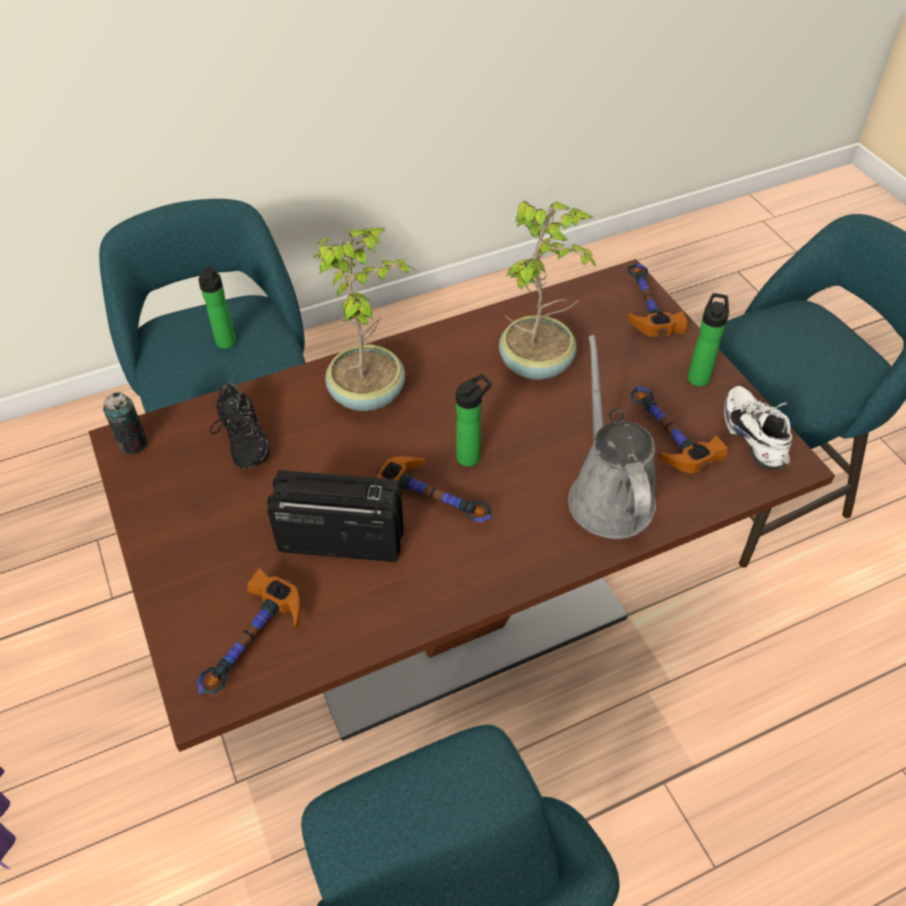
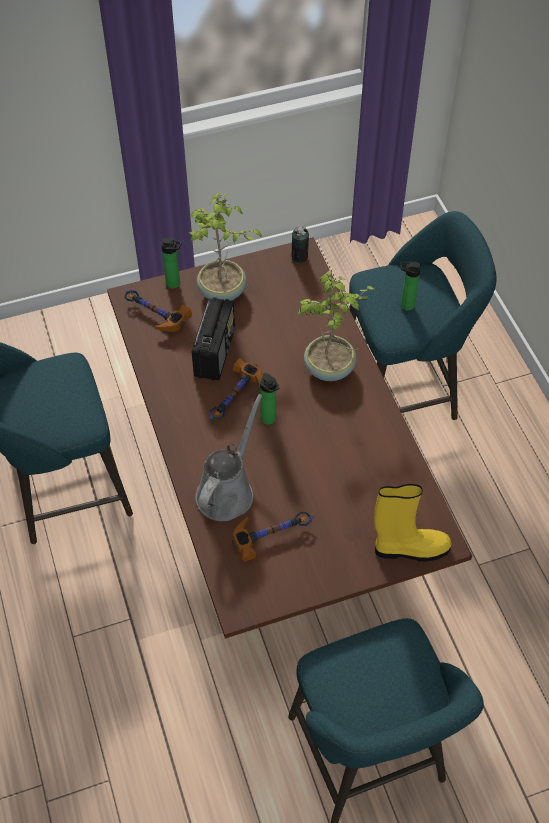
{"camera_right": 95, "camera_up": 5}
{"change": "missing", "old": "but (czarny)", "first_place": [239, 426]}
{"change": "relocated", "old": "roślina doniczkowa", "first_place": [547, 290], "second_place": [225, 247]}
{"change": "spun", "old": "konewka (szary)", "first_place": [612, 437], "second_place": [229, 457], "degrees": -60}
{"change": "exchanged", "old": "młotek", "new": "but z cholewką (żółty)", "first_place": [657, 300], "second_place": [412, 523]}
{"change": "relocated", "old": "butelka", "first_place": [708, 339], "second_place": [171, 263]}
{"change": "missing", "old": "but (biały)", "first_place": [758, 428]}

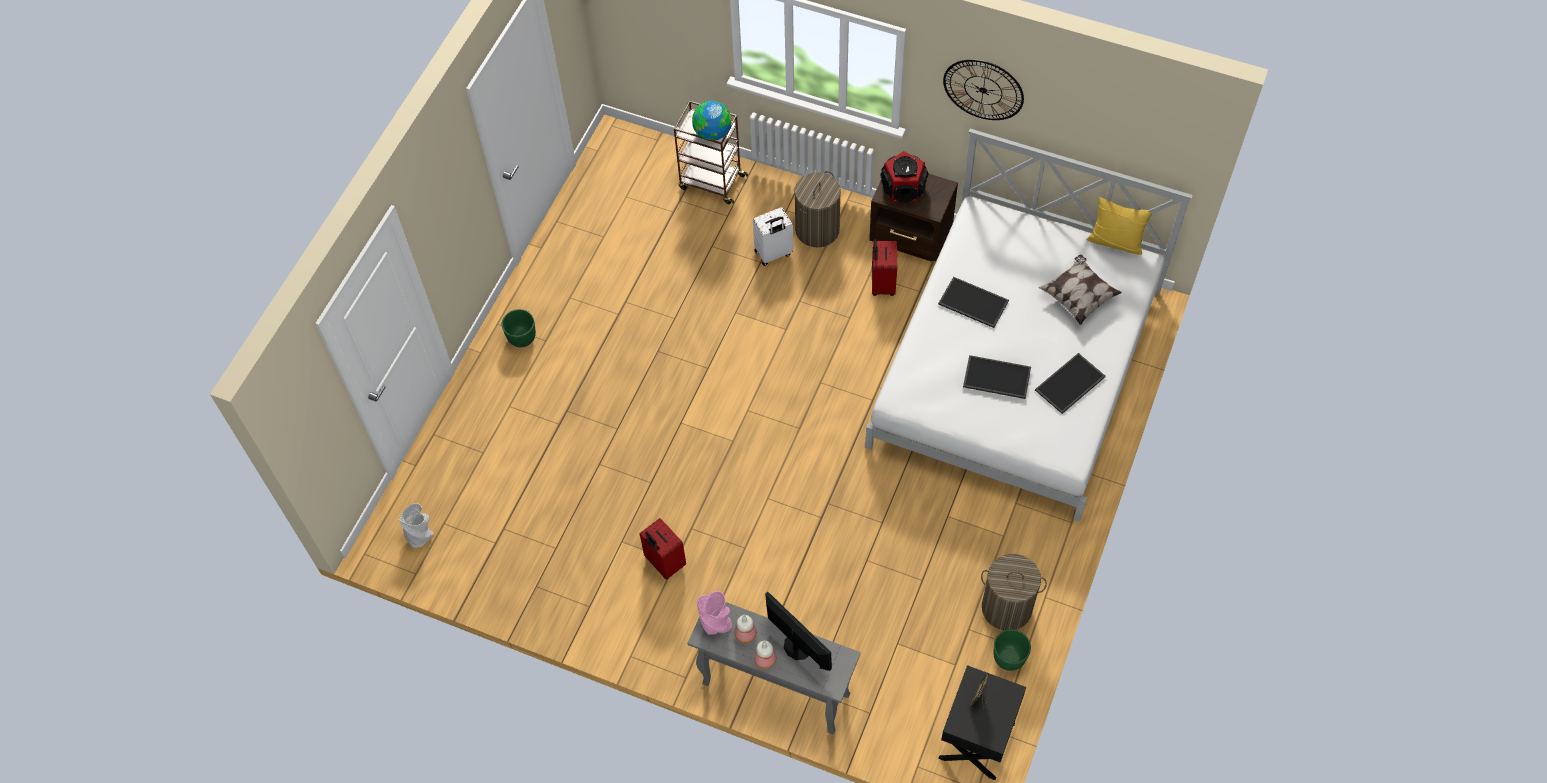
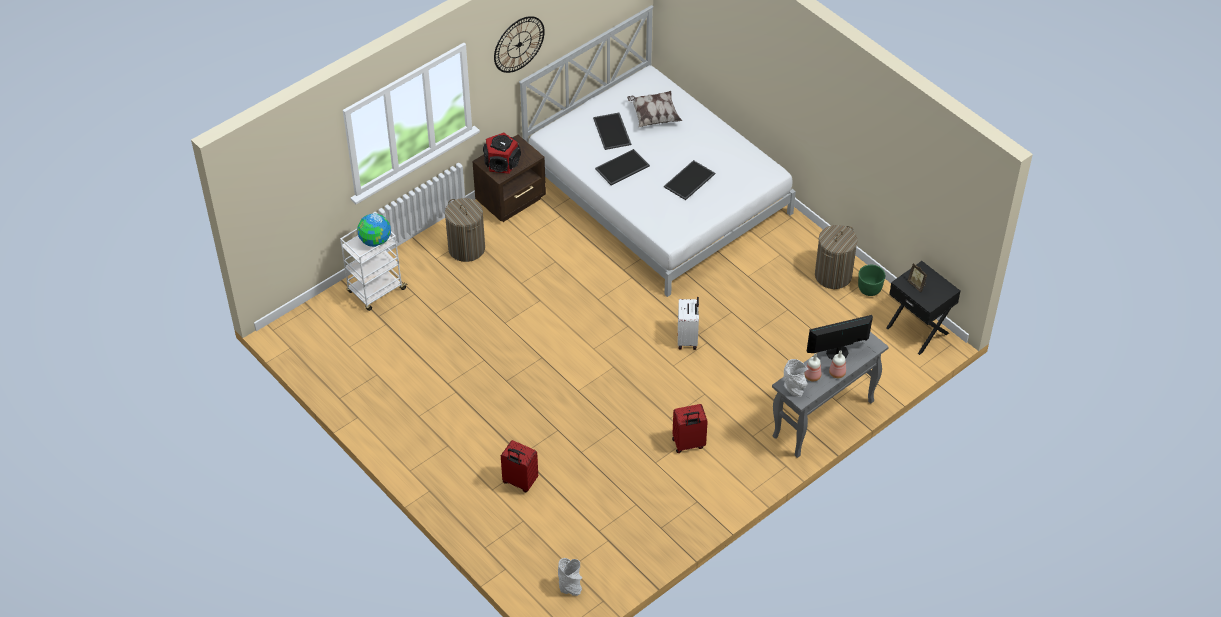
{"camera_right": -65, "camera_up": -10}
{"change": "missing", "old": "donica (zielony)", "first_place": [518, 328]}
{"change": "colour", "old": "wózek (brązowy)", "new": "wózek (biały)", "first_place": [711, 152], "second_place": [373, 270]}
{"change": "colour", "old": "wazon (różowy)", "new": "wazon (szary)", "first_place": [714, 613], "second_place": [796, 378]}
{"change": "relocated", "old": "walizka (biały)", "first_place": [773, 236], "second_place": [688, 323]}
{"change": "relocated", "old": "walizka (czerwony)", "first_place": [884, 267], "second_place": [519, 466]}
{"change": "relocated", "old": "taca", "first_place": [1070, 383], "second_place": [612, 131]}
{"change": "missing", "old": "poduszka (żółty)", "first_place": [1119, 226]}

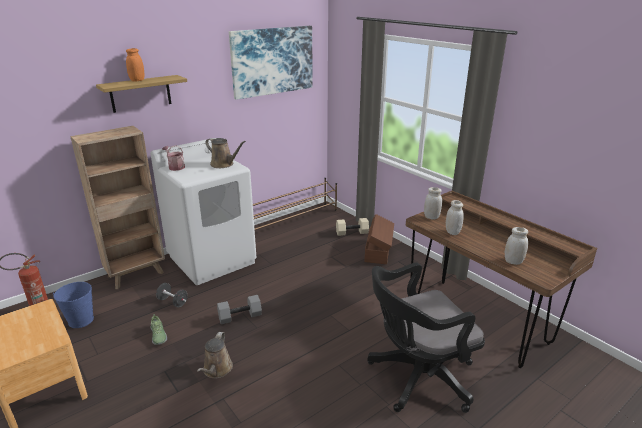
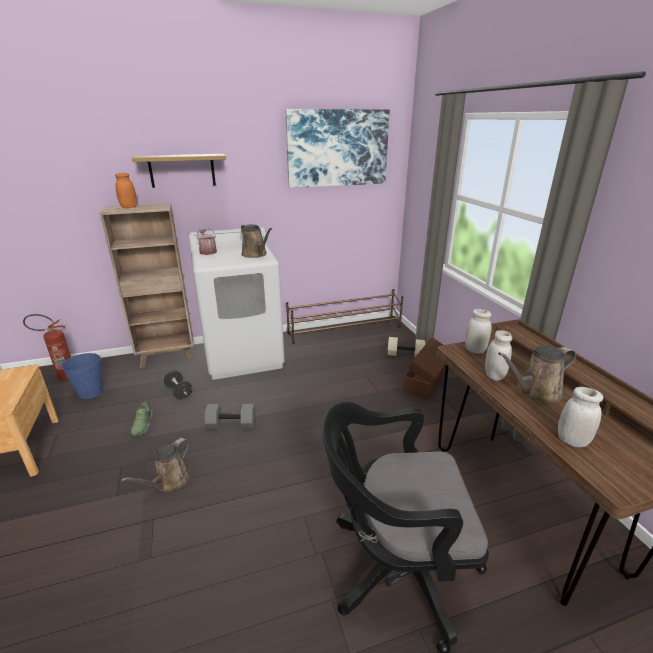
{"camera_right": 20, "camera_up": 0}
{"change": "relocated", "old": "słoik (pomarańczowy)", "first_place": [135, 65], "second_place": [126, 190]}
{"change": "appeared", "new": "konewka (brązowy)", "second_place": [537, 374]}

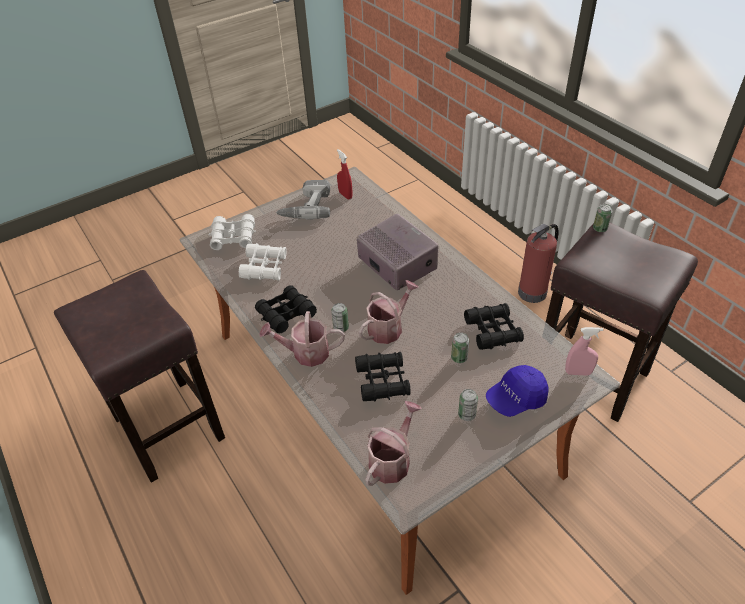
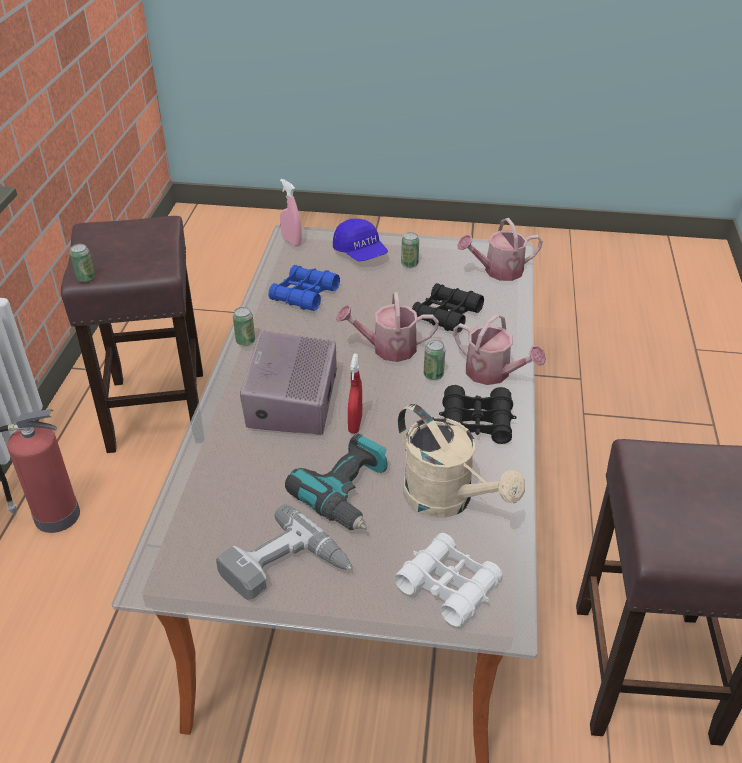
{"camera_right": -140, "camera_up": -5}
{"change": "exchanged", "old": "lornetka (biały)", "new": "konewka (beżowy)", "first_place": [263, 262], "second_place": [461, 461]}
{"change": "relocated", "old": "spryskiwacz (czerwony)", "first_place": [345, 174], "second_place": [355, 393]}
{"change": "relocated", "old": "puszka", "first_place": [460, 347], "second_place": [244, 326]}
{"change": "colour", "old": "lornetka (czarny)", "new": "lornetka (niebieski)", "first_place": [494, 326], "second_place": [304, 288]}
{"change": "spun", "old": "czapka z daszkiem (niebieski)", "first_place": [517, 391], "second_place": [360, 240], "degrees": 45}
{"change": "appeared", "new": "wiertarka", "second_place": [336, 481]}

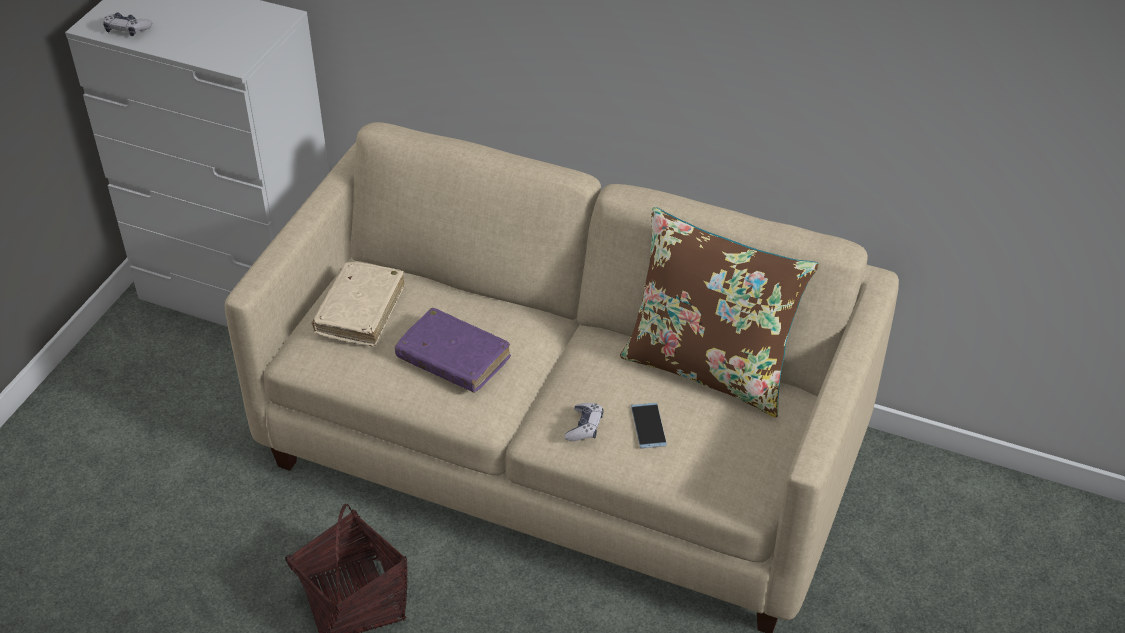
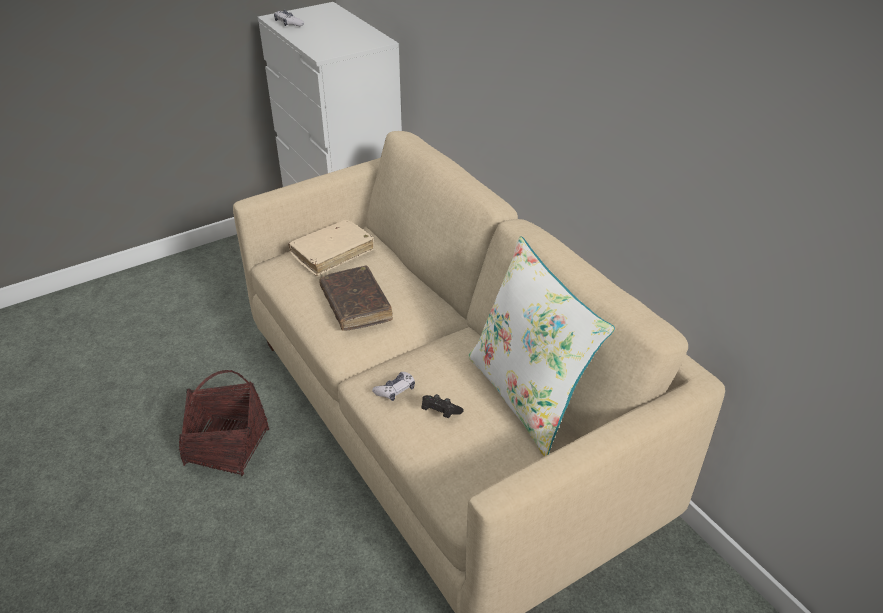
{"camera_right": 35, "camera_up": -5}
{"change": "colour", "old": "książka (fioletowy)", "new": "książka (brązowy)", "first_place": [453, 350], "second_place": [356, 298]}
{"change": "colour", "old": "poduszka (brązowy)", "new": "poduszka (biały)", "first_place": [719, 312], "second_place": [541, 346]}
{"change": "exchanged", "old": "telefon", "new": "pad do gier (czarny)", "first_place": [649, 426], "second_place": [443, 406]}

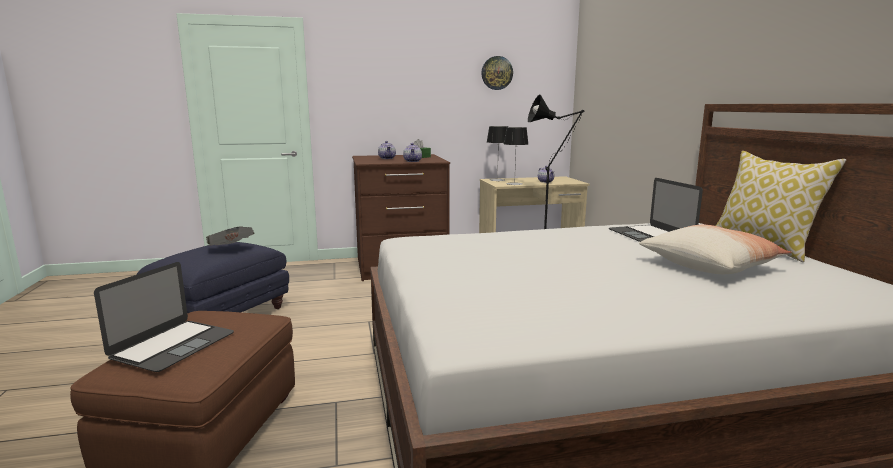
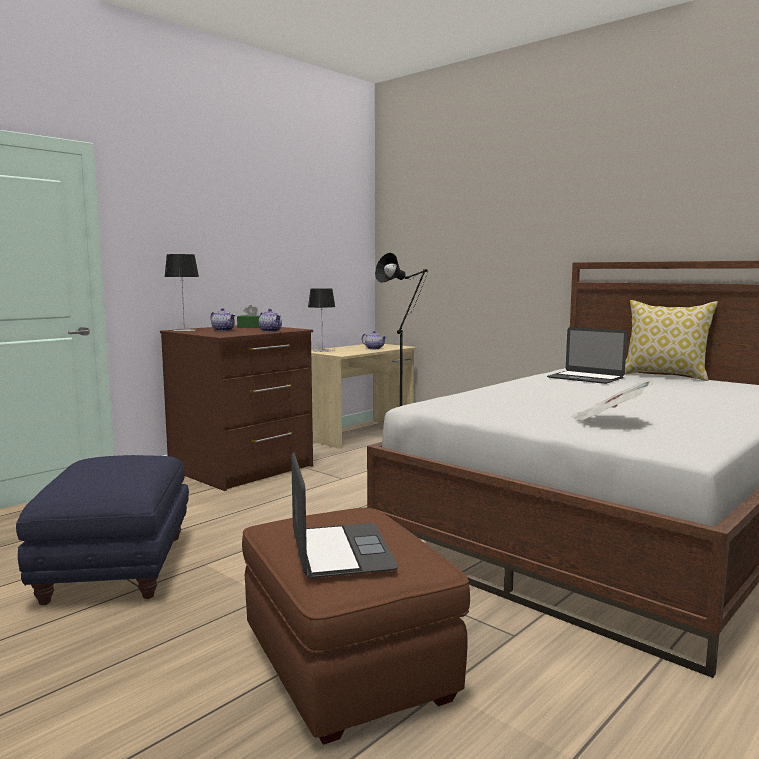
{"camera_right": -35, "camera_up": -5}
{"change": "relocated", "old": "gazeta", "first_place": [230, 236], "second_place": [612, 401]}
{"change": "missing", "old": "zegar ścienny", "first_place": [497, 73]}
{"change": "relocated", "old": "lampa stołowa", "first_place": [516, 156], "second_place": [182, 293]}
{"change": "missing", "old": "poduszka", "first_place": [715, 249]}

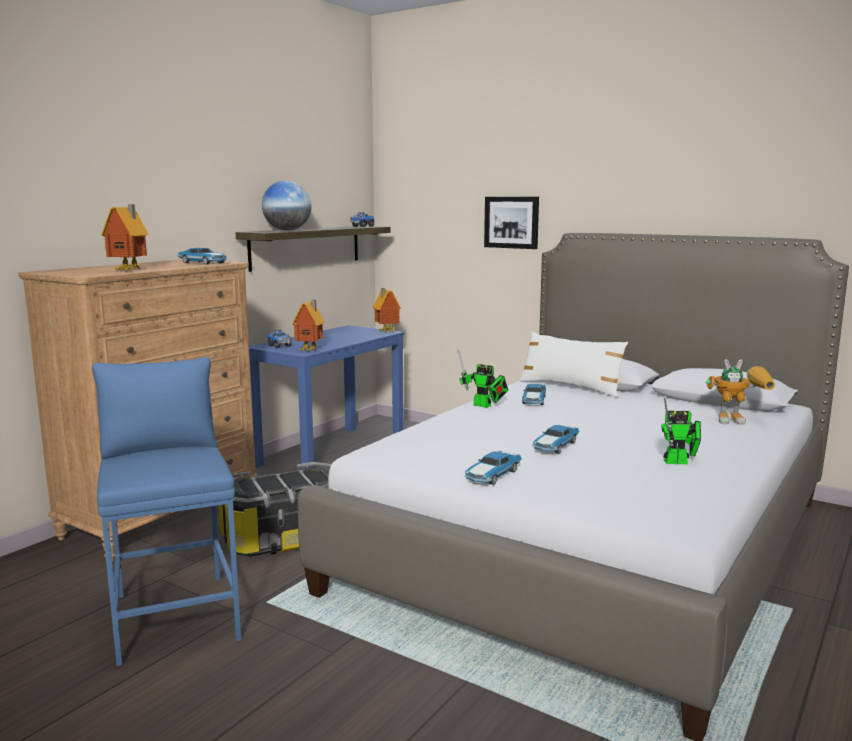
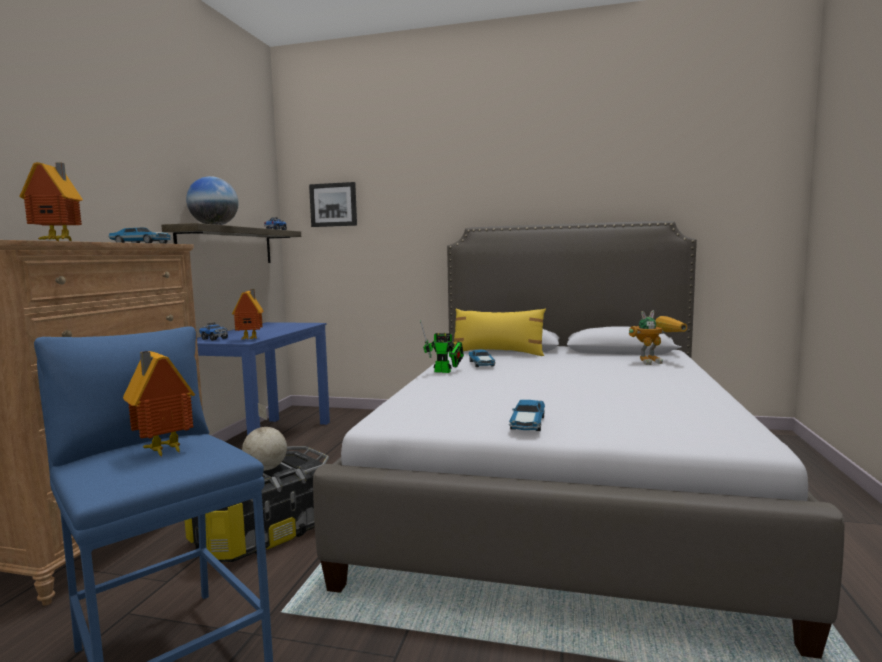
{"camera_right": -20, "camera_up": -5}
{"change": "relocated", "old": "domek", "first_place": [387, 310], "second_place": [159, 404]}
{"change": "relocated", "old": "obraz", "first_place": [511, 223], "second_place": [333, 204]}
{"change": "colour", "old": "poduszka (biały)", "new": "poduszka (żółty)", "first_place": [574, 364], "second_place": [499, 332]}
{"change": "missing", "old": "samochodzik", "first_place": [555, 439]}
{"change": "missing", "old": "robot zabawkowy", "first_place": [681, 430]}
{"change": "appeared", "new": "globus", "second_place": [264, 437]}

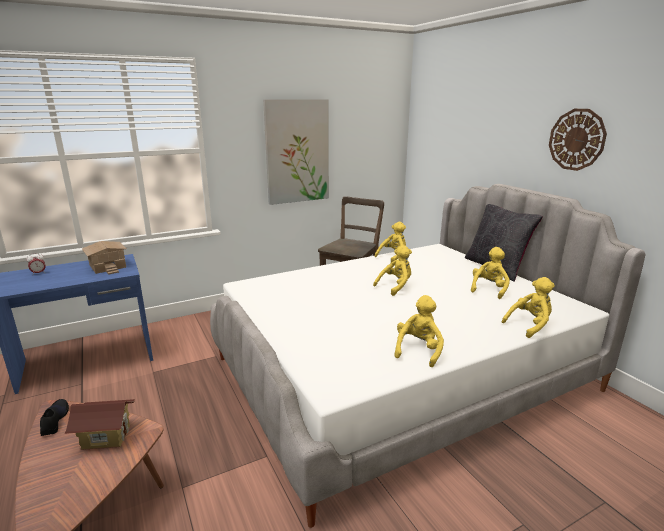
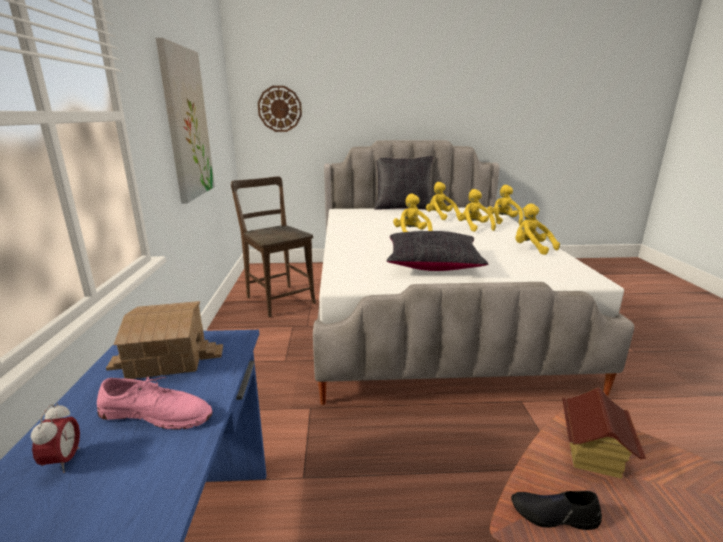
{"camera_right": -65, "camera_up": 0}
{"change": "relocated", "old": "pluszak (żółty)", "first_place": [390, 242], "second_place": [476, 210]}
{"change": "relocated", "old": "zegar ścienny", "first_place": [578, 140], "second_place": [280, 109]}
{"change": "appeared", "new": "but (różowy)", "second_place": [155, 403]}
{"change": "appeared", "new": "poduszka (czarny)", "second_place": [437, 251]}

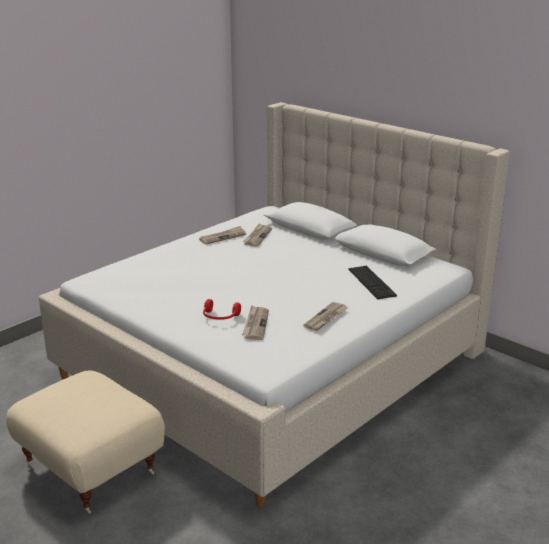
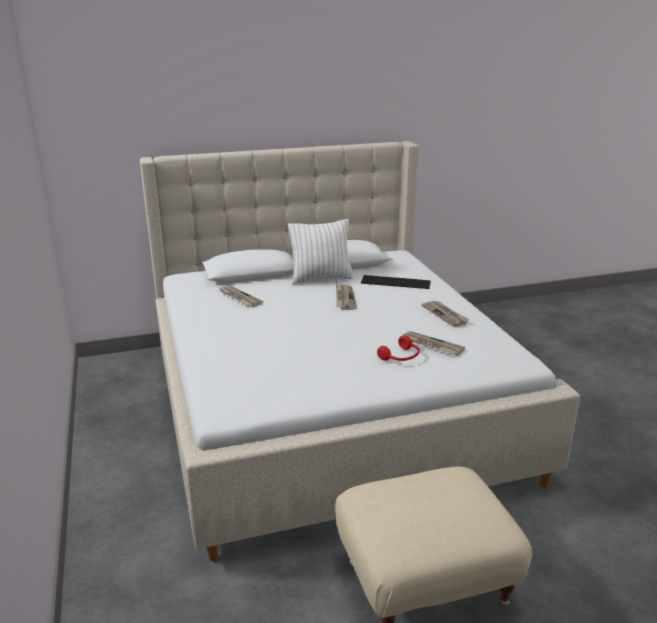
{"camera_right": -60, "camera_up": 0}
{"change": "relocated", "old": "gazeta", "first_place": [222, 235], "second_place": [346, 297]}
{"change": "appeared", "new": "poduszka (biały)", "second_place": [321, 251]}

